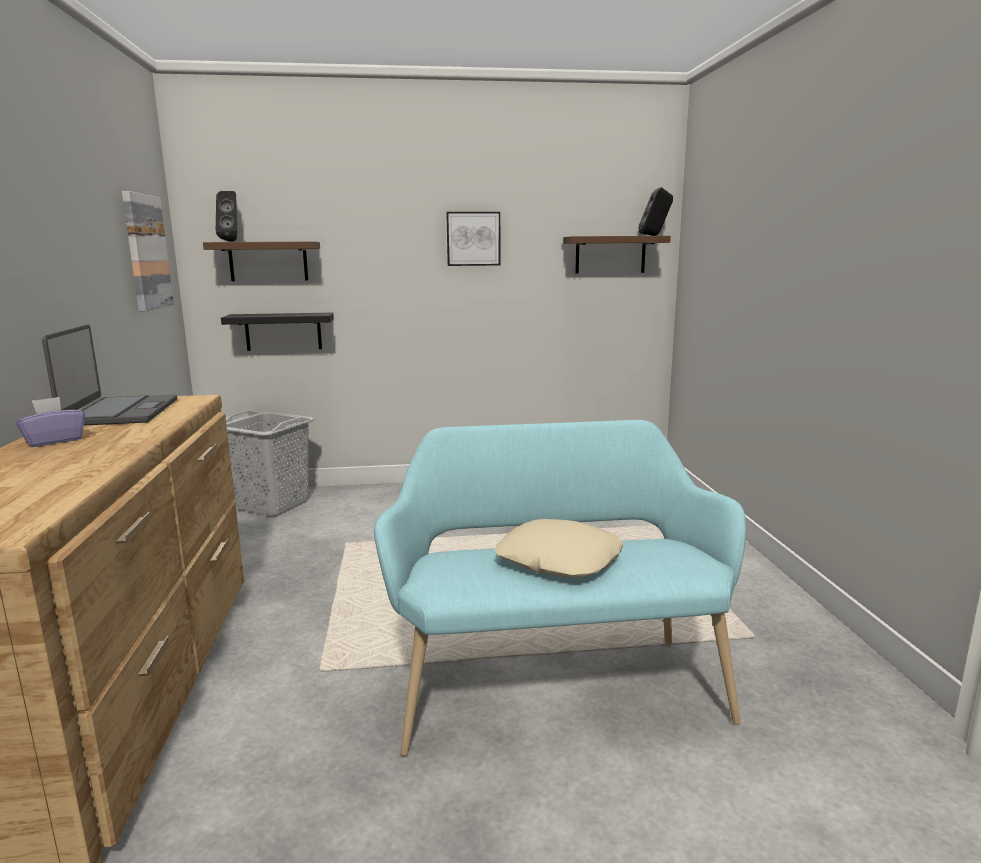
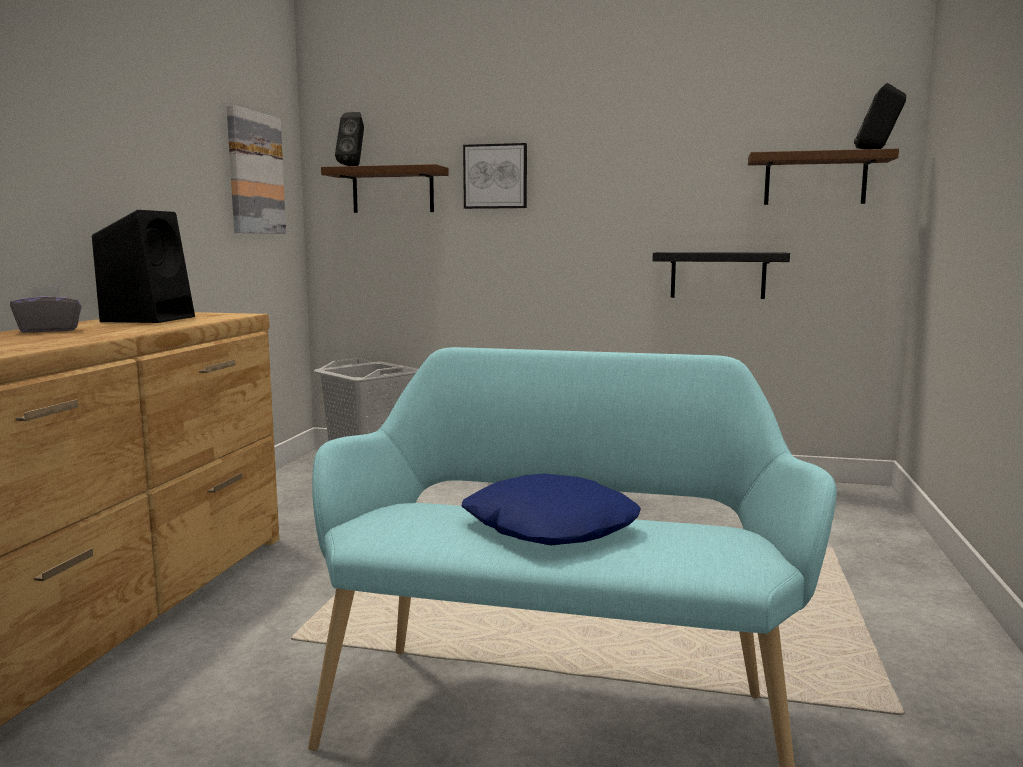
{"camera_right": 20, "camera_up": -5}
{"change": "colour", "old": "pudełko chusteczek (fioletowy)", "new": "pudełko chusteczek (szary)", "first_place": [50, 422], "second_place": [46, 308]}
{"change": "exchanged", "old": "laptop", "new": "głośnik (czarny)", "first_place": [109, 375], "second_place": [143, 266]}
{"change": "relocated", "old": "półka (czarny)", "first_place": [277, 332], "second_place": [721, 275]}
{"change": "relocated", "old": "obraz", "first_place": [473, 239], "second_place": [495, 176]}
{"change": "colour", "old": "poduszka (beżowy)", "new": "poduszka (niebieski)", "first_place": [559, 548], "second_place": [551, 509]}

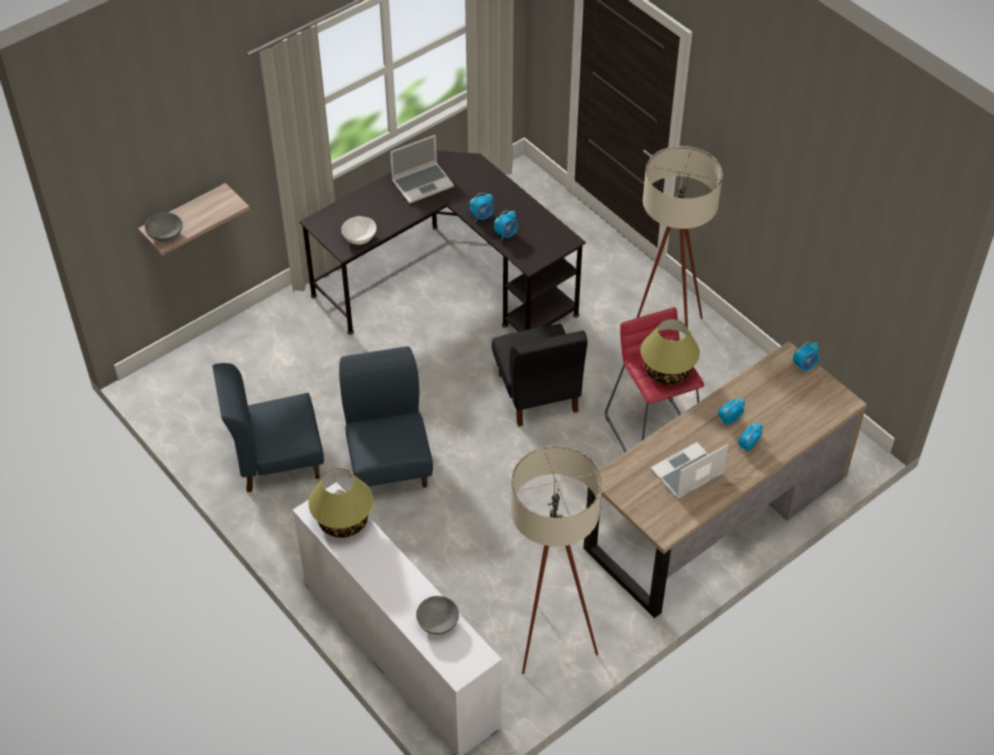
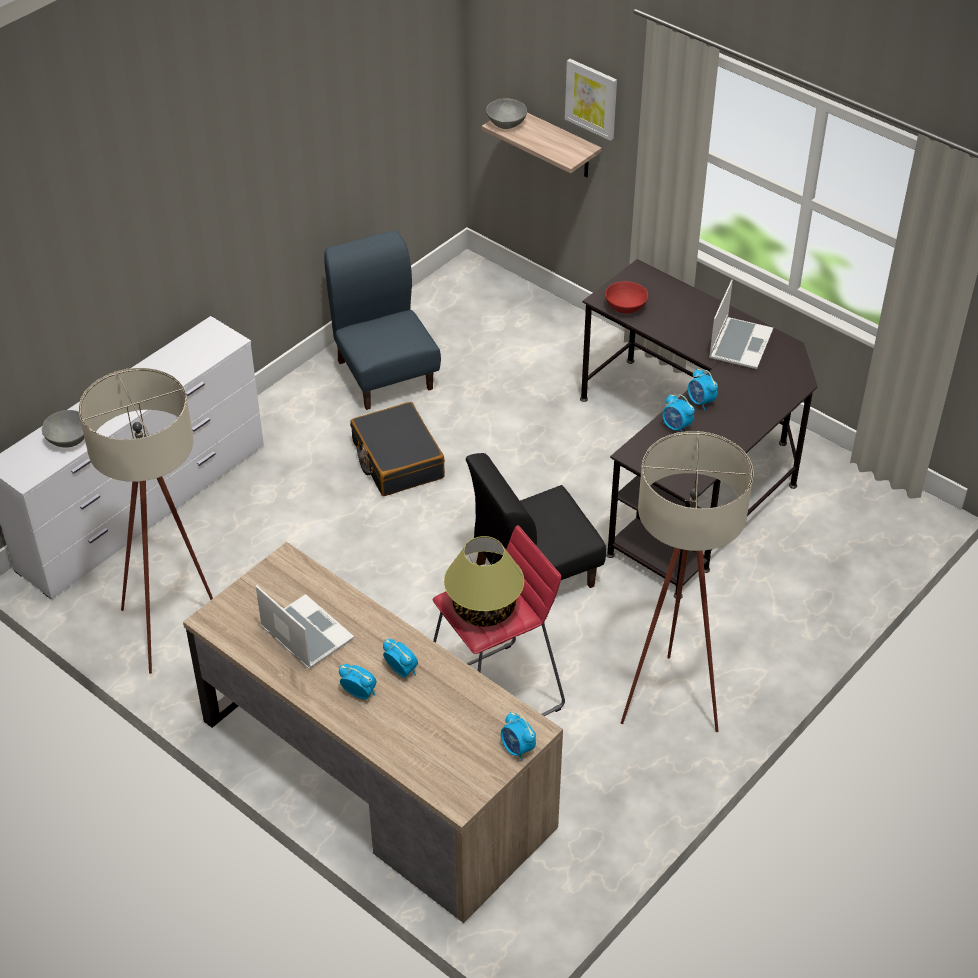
{"camera_right": 80, "camera_up": -5}
{"change": "missing", "old": "lampa stołowa", "first_place": [340, 503]}
{"change": "exchanged", "old": "krzesło (niebieski)", "new": "walizka (czarny)", "first_place": [386, 417], "second_place": [397, 449]}
{"change": "colour", "old": "miska (biały)", "new": "miska (czerwony)", "first_place": [359, 230], "second_place": [627, 297]}
{"change": "spun", "old": "laptop", "first_place": [422, 169], "second_place": [741, 324], "degrees": -120}
{"change": "appeared", "new": "obraz", "second_place": [591, 100]}

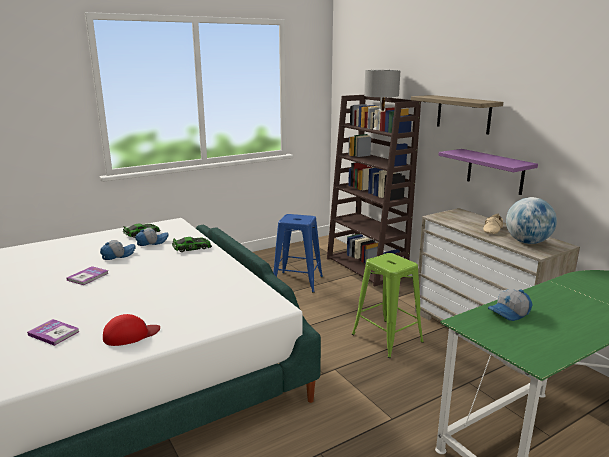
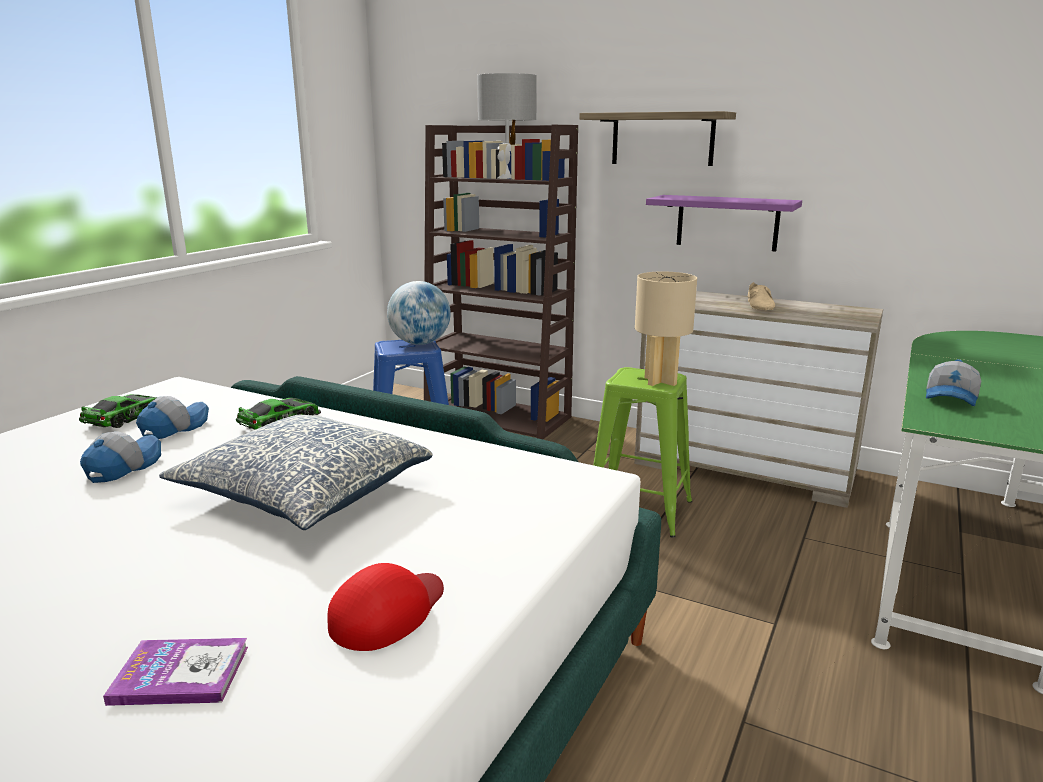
{"camera_right": -30, "camera_up": 0}
{"change": "missing", "old": "książka", "first_place": [87, 275]}
{"change": "relocated", "old": "globus", "first_place": [531, 220], "second_place": [419, 313]}
{"change": "appeared", "new": "poduszka", "second_place": [296, 472]}
{"change": "appeared", "new": "lampa stołowa (beżowy)", "second_place": [666, 328]}

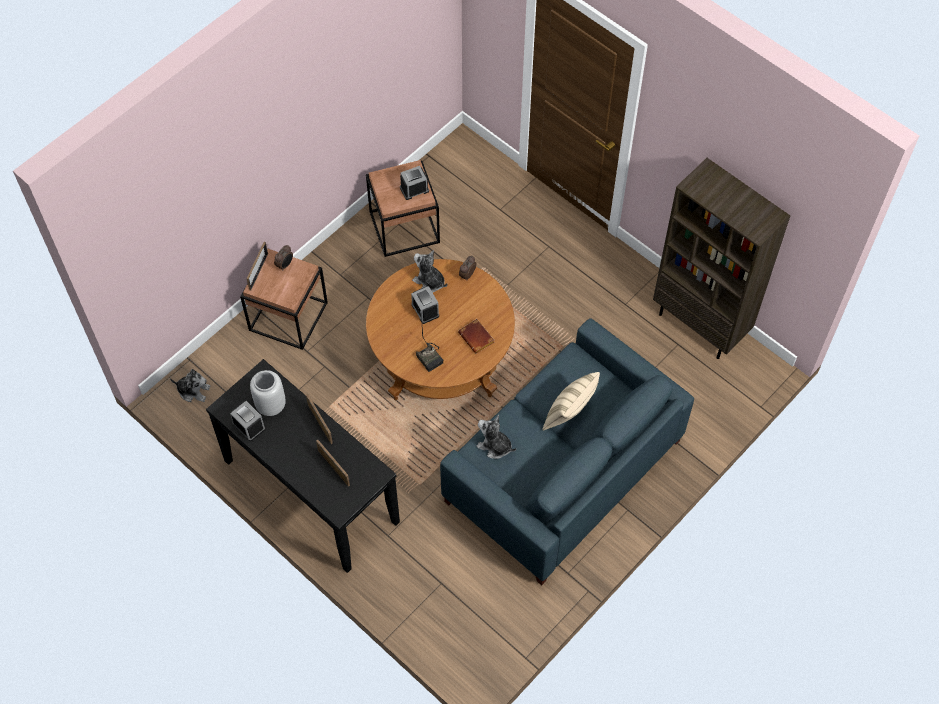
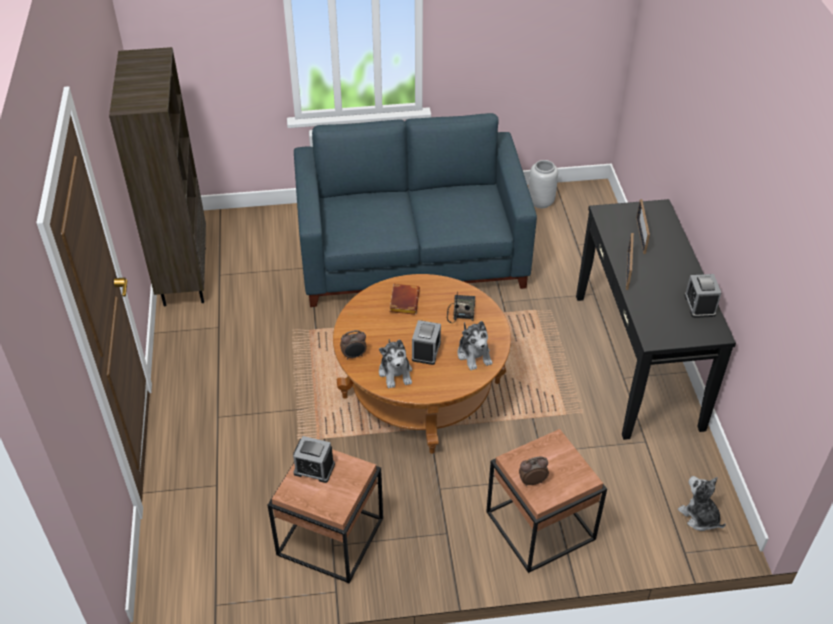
{"camera_right": -140, "camera_up": -15}
{"change": "missing", "old": "ramka na zdjęcie", "first_place": [257, 266]}
{"change": "relocated", "old": "wazon (szary)", "first_place": [268, 393], "second_place": [543, 184]}
{"change": "relocated", "old": "pluszak", "first_place": [496, 437], "second_place": [475, 346]}
{"change": "missing", "old": "poduszka (beżowy)", "first_place": [571, 401]}

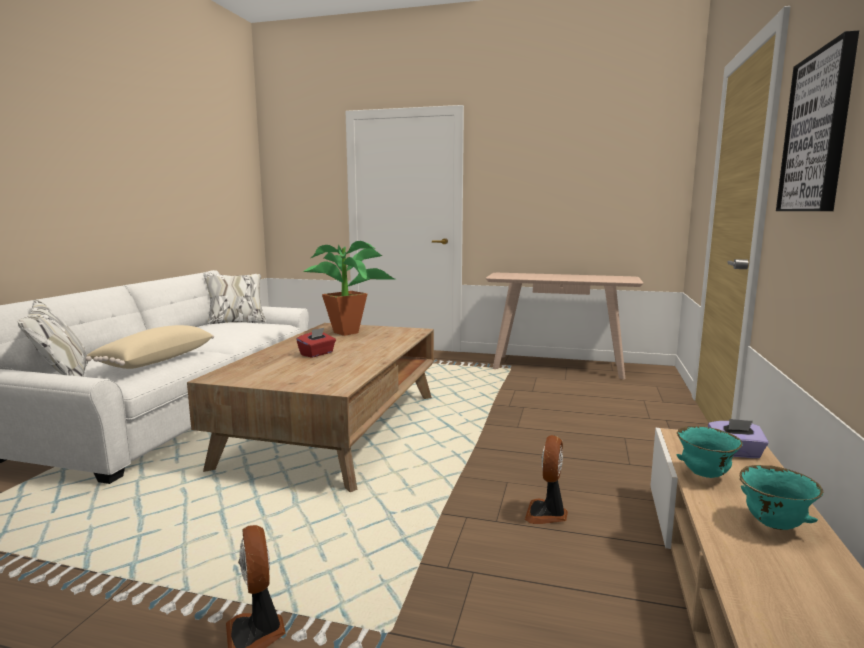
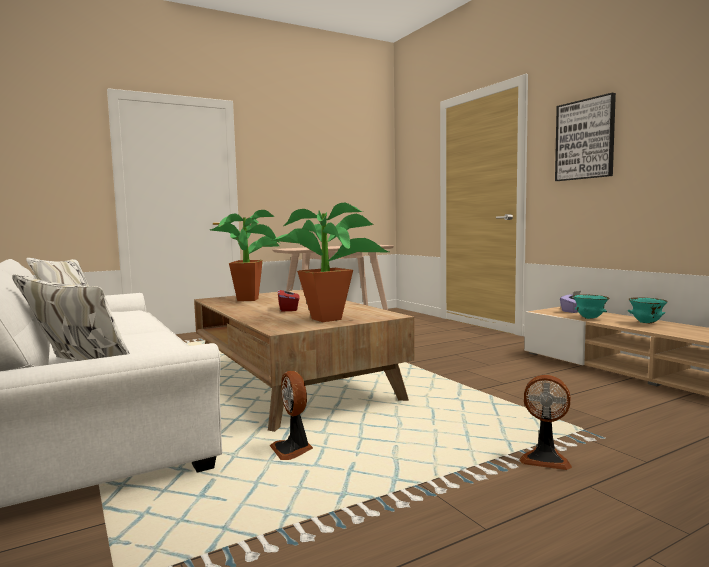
{"camera_right": -45, "camera_up": -5}
{"change": "missing", "old": "poduszka (beżowy)", "first_place": [149, 347]}
{"change": "relocated", "old": "wentylator", "first_place": [546, 479], "second_place": [291, 415]}
{"change": "appeared", "new": "roślina doniczkowa", "second_place": [330, 262]}

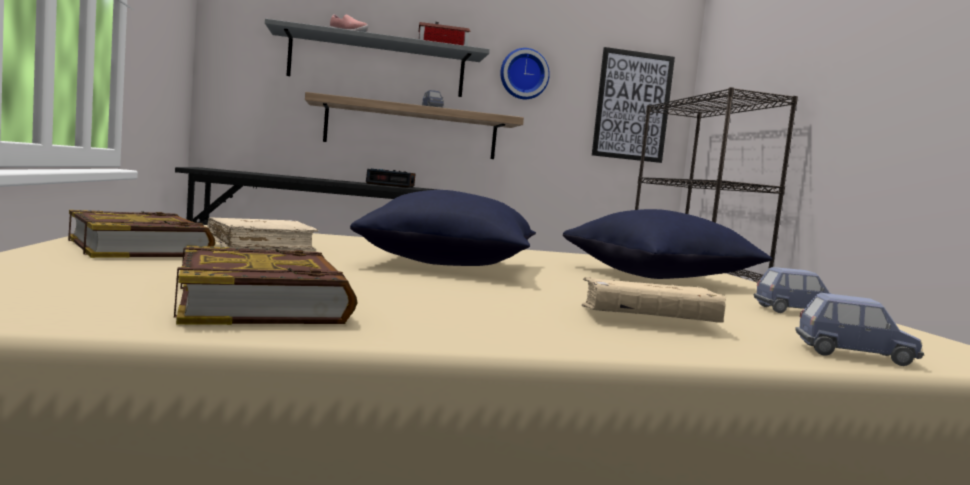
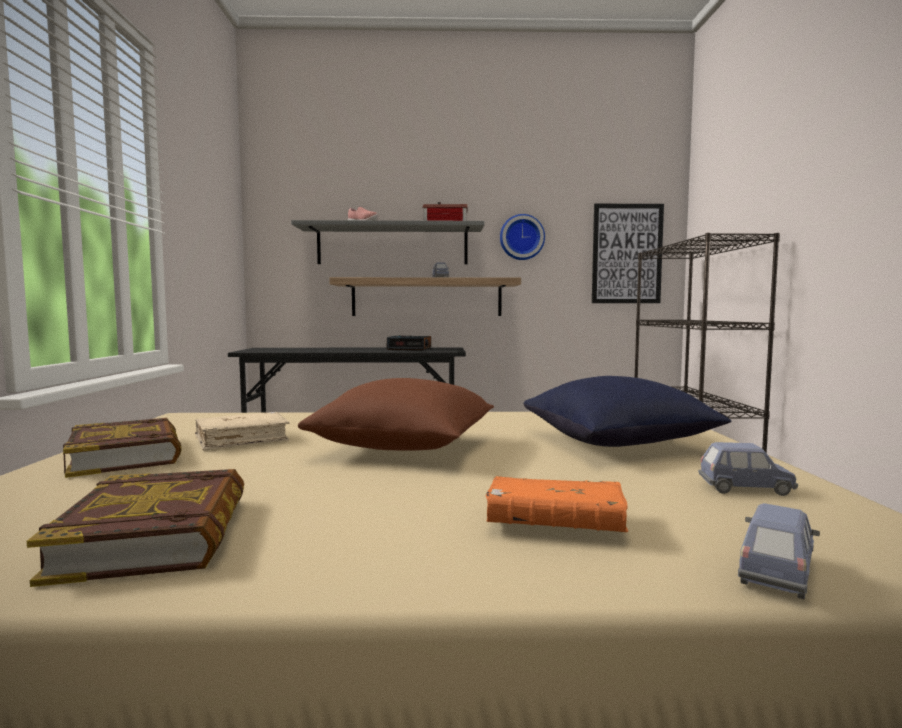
{"camera_right": 10, "camera_up": 0}
{"change": "colour", "old": "poduszka (niebieski)", "new": "poduszka (brązowy)", "first_place": [443, 228], "second_place": [396, 414]}
{"change": "colour", "old": "książka (beżowy)", "new": "książka (pomarańczowy)", "first_place": [654, 300], "second_place": [557, 504]}
{"change": "spun", "old": "samochodzik (niebieski)", "first_place": [859, 329], "second_place": [779, 551], "degrees": -75}

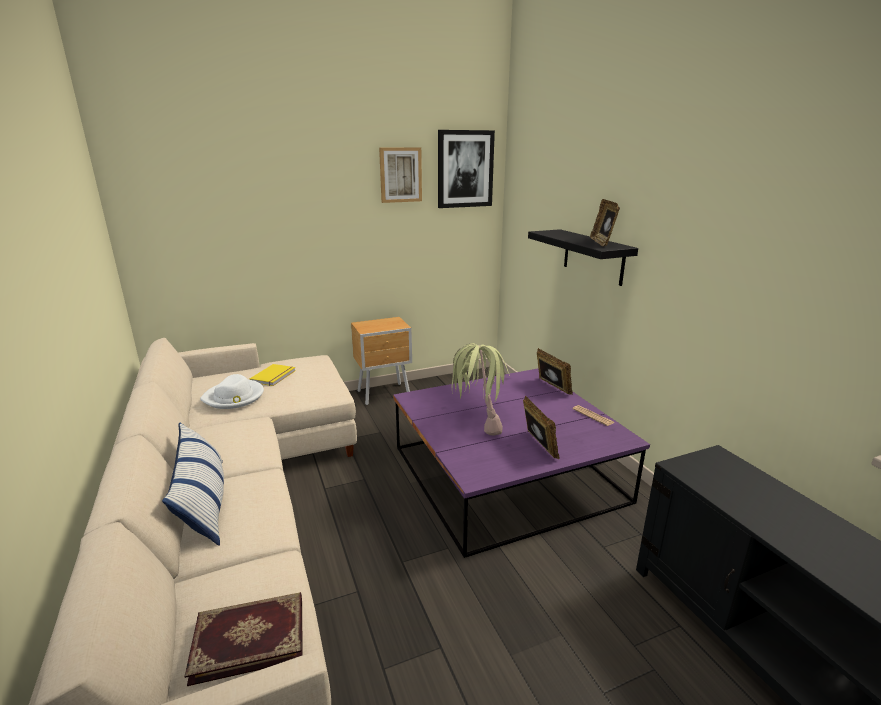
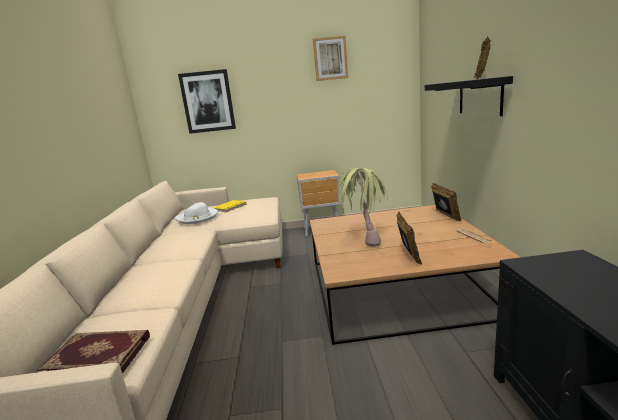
{"camera_right": 20, "camera_up": -5}
{"change": "missing", "old": "poduszka", "first_place": [193, 484]}
{"change": "colour", "old": "ława (fioletowy)", "new": "ława (brązowy)", "first_place": [521, 463], "second_place": [415, 275]}
{"change": "relocated", "old": "obraz", "first_place": [466, 169], "second_place": [207, 101]}

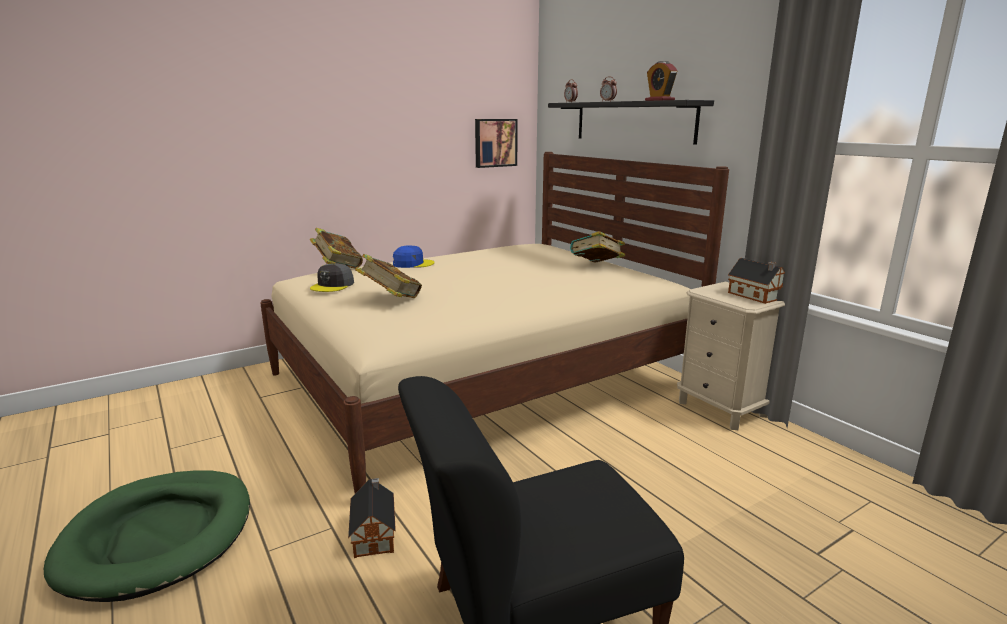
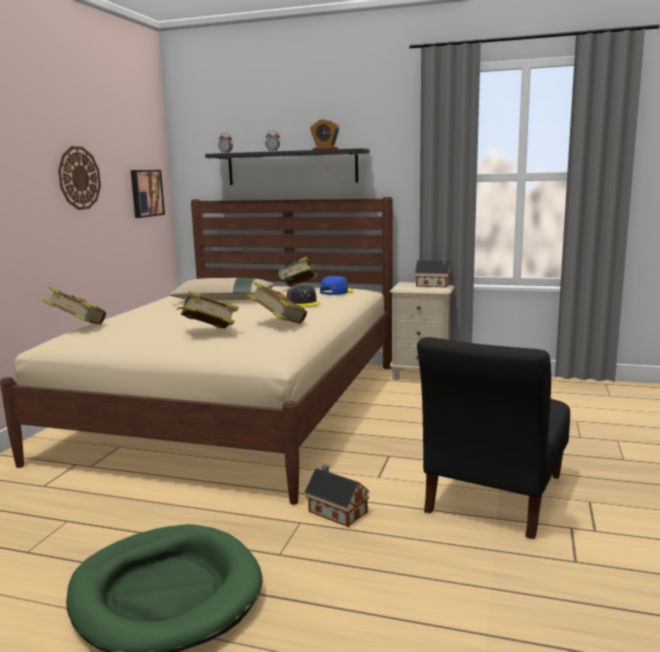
{"camera_right": -40, "camera_up": -5}
{"change": "relocated", "old": "czapka z daszkiem (szary)", "first_place": [332, 277], "second_place": [303, 296]}
{"change": "relocated", "old": "czapka z daszkiem (niebieski)", "first_place": [414, 256], "second_place": [336, 285]}
{"change": "appeared", "new": "zegar ścienny", "second_place": [79, 178]}
{"change": "appeared", "new": "poduszka (beżowy)", "second_place": [221, 289]}
{"change": "appeared", "new": "książka", "second_place": [277, 303]}

